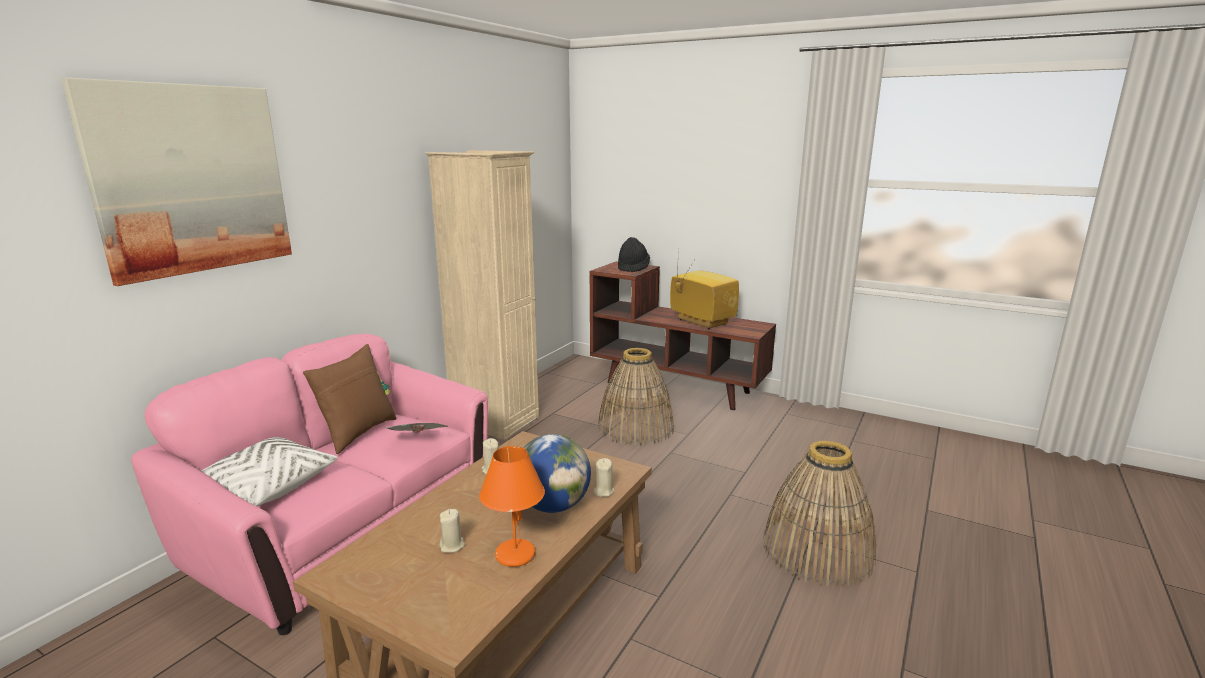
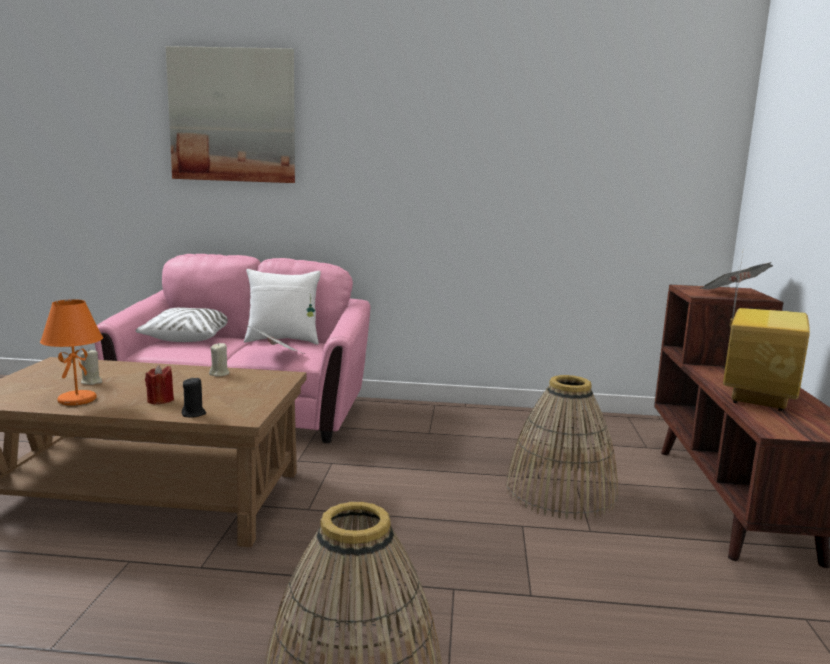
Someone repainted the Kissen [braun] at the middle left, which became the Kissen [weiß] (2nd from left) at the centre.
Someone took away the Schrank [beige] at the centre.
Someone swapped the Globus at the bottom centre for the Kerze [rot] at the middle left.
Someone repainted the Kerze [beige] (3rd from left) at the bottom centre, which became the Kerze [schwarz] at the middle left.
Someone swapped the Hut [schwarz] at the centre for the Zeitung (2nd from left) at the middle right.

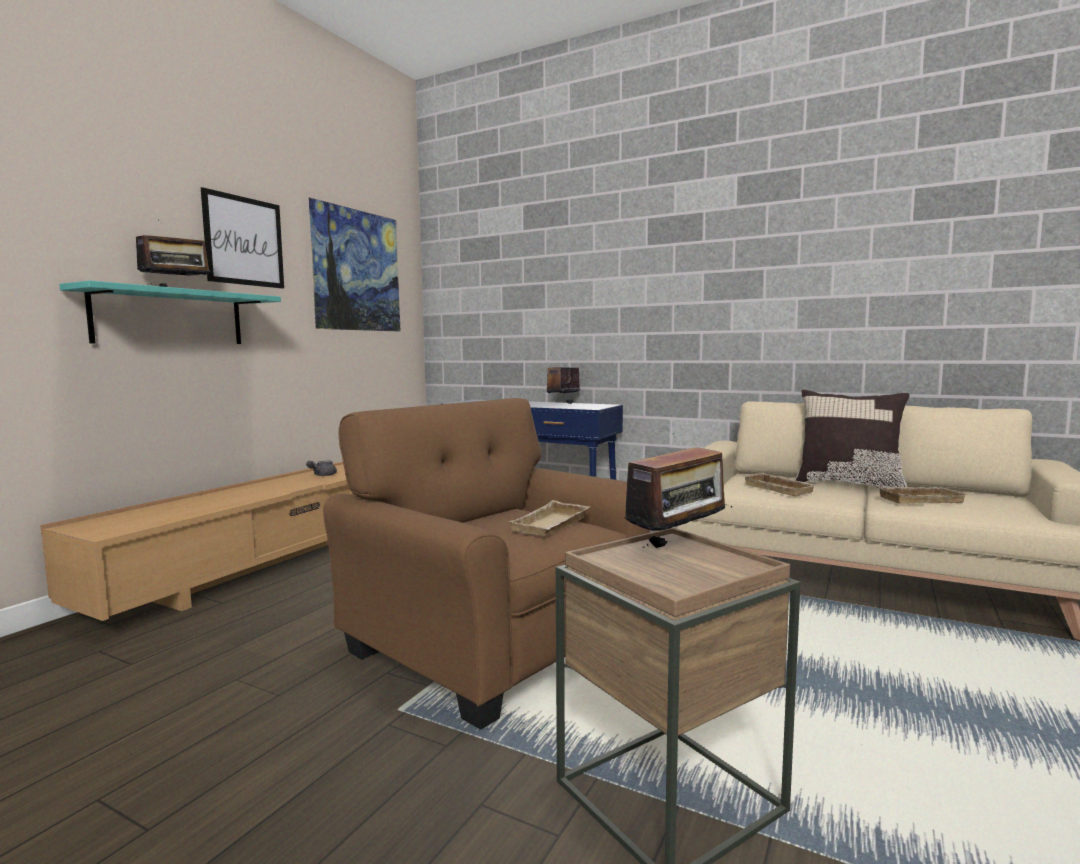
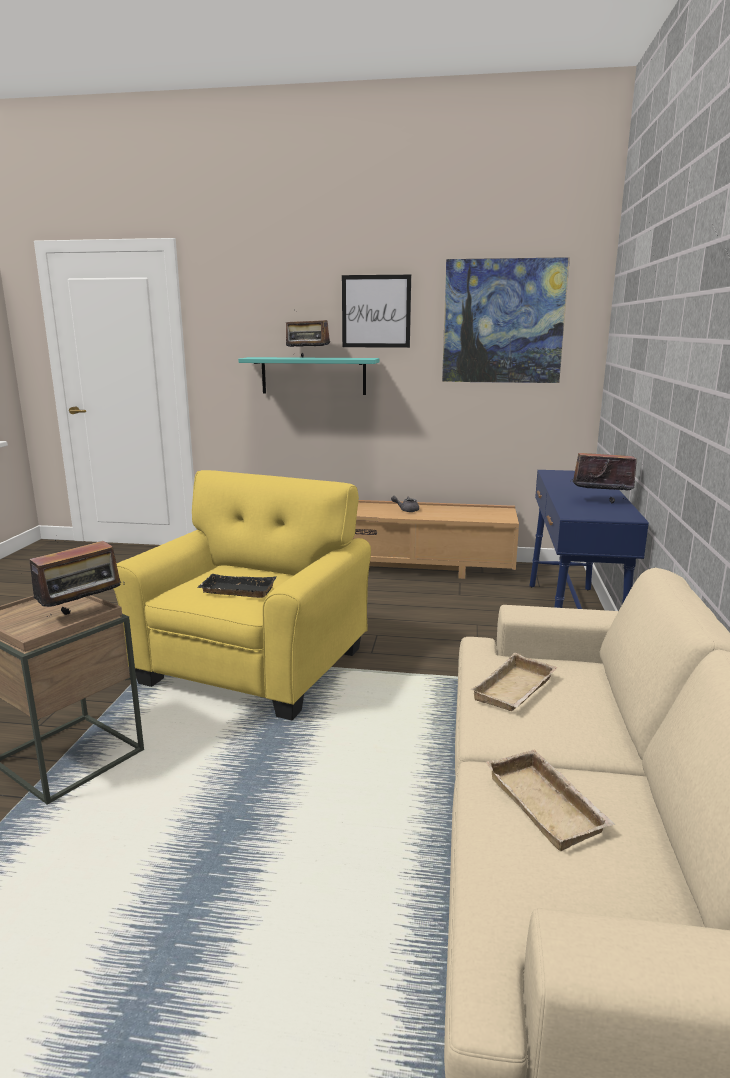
Someone repainted the Sessel [braun] at the centre, which became the Sessel [gelb] at the middle left.
Someone repainted the Tablett [beige] (1st from left) at the centre, which became the Tablett [schwarz] at the middle left.
Someone rotated the Radio (3rd from left in the first image) at the centre by 75 degrees counterclockwise.
Someone took away the Kissen at the middle right.

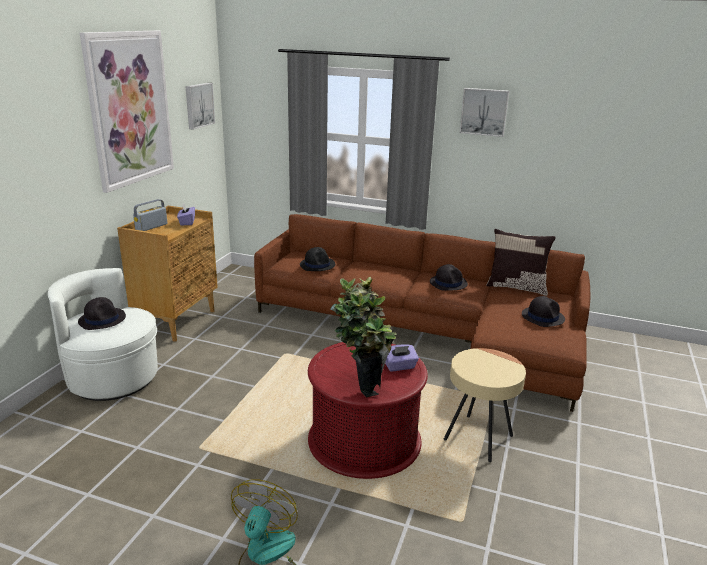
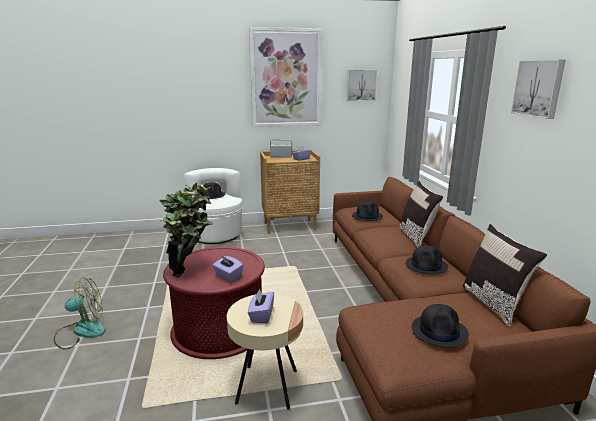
Someone put down the Taschentuchbox [lila] (2nd from left) at the bottom centre.
Someone put down the Kissen (1st from left) at the middle right.

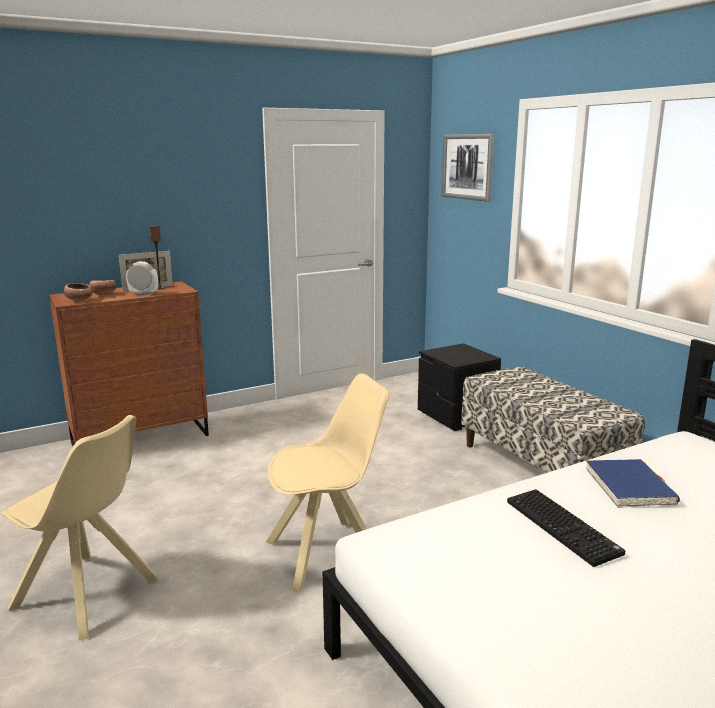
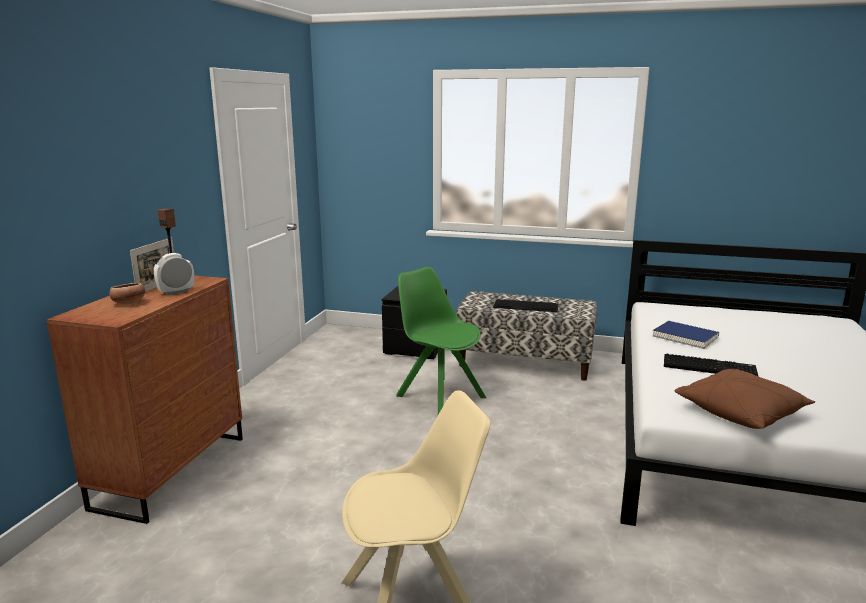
Someone took away the Schüssel (1st from left) at the middle left.
Someone took away the Stuhl [beige] (2nd from left) at the bottom centre.
Someone took away the Bild at the top centre.
Someone put down the Stuhl [grün] at the centre.
Someone put down the Tastatur (1st from left) at the centre.
Someone put down the Kissen [braun] at the middle right.

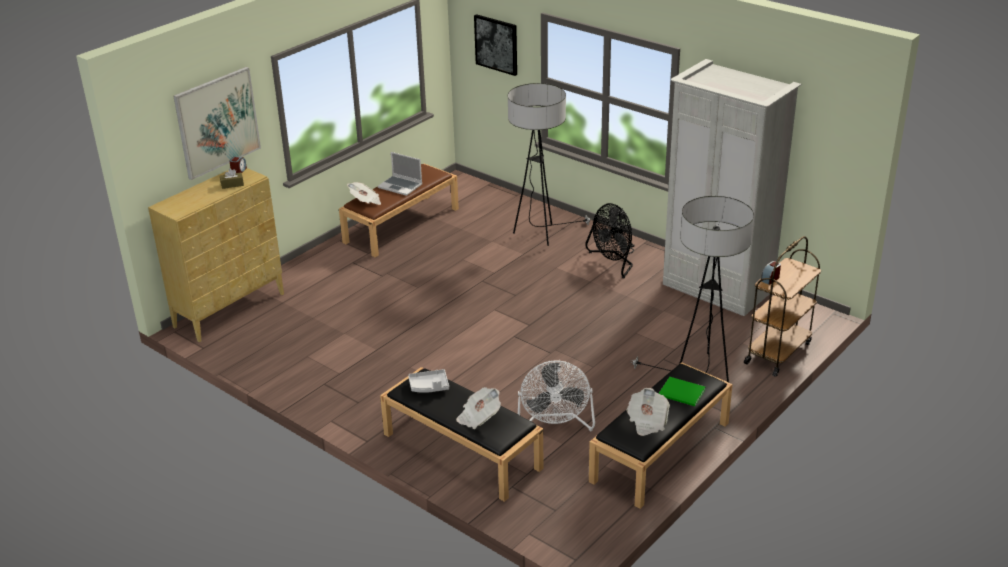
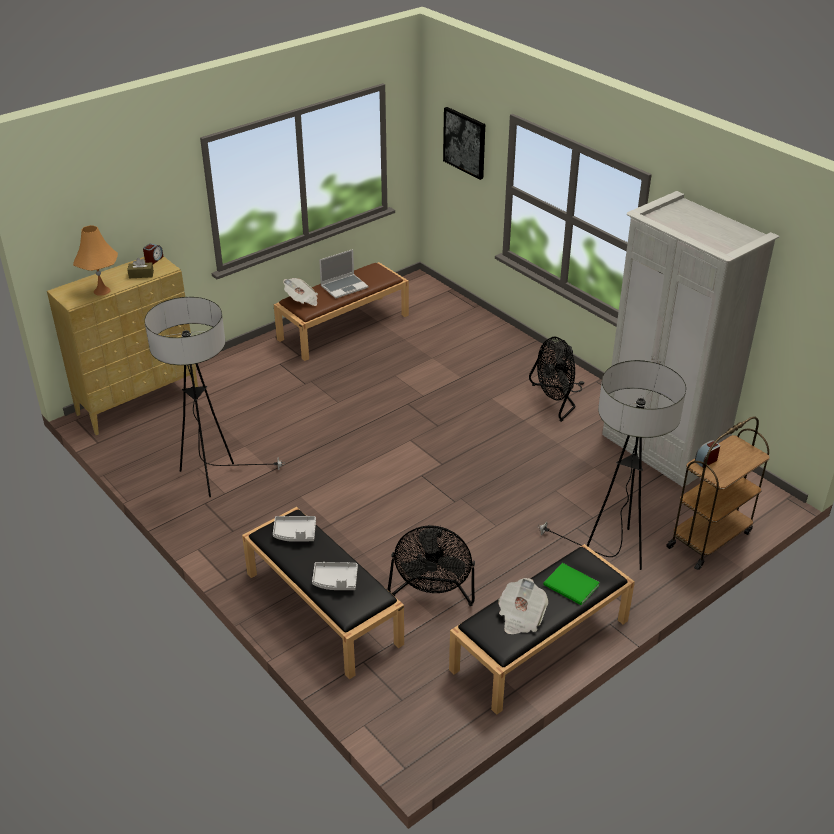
Someone took away the Bild (1st from left) at the top left.
Someone rotated the Laptop at the top centre by 75 degrees counterclockwise.
Someone swapped the Zeitung (2nd from left) at the bottom centre for the Tablett [grau] (2nd from left) at the bottom centre.
Someone carried the Stehlampe (1st from left) from the top centre to the middle left.
Someone repainted the Ventilator [weiß] at the bottom centre, which became the Ventilator [schwarz] (1st from left) at the bottom centre.
Someone put down the Tischlampe [orange] at the top left.

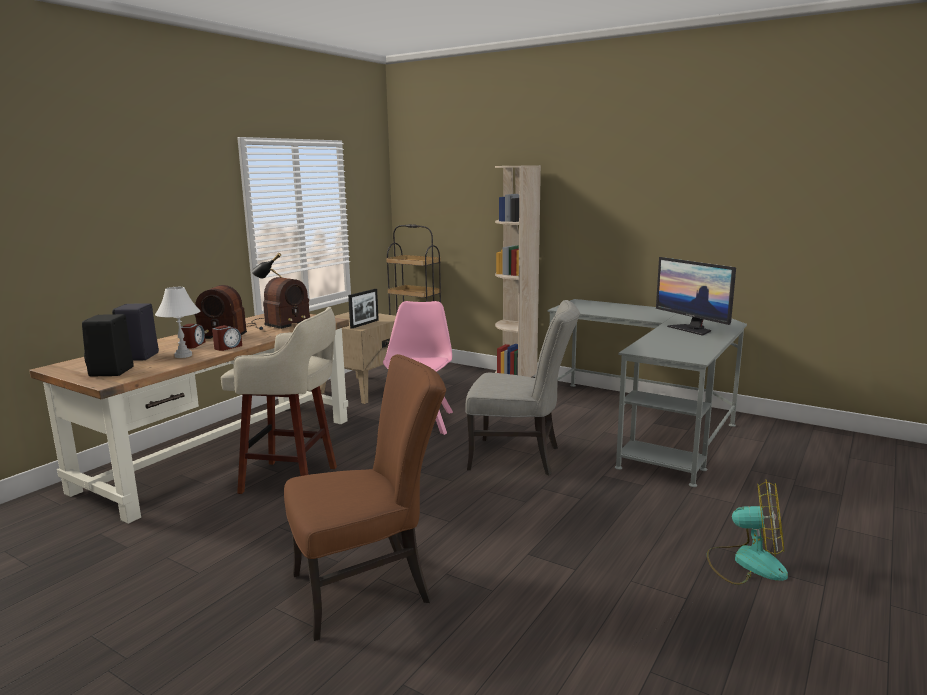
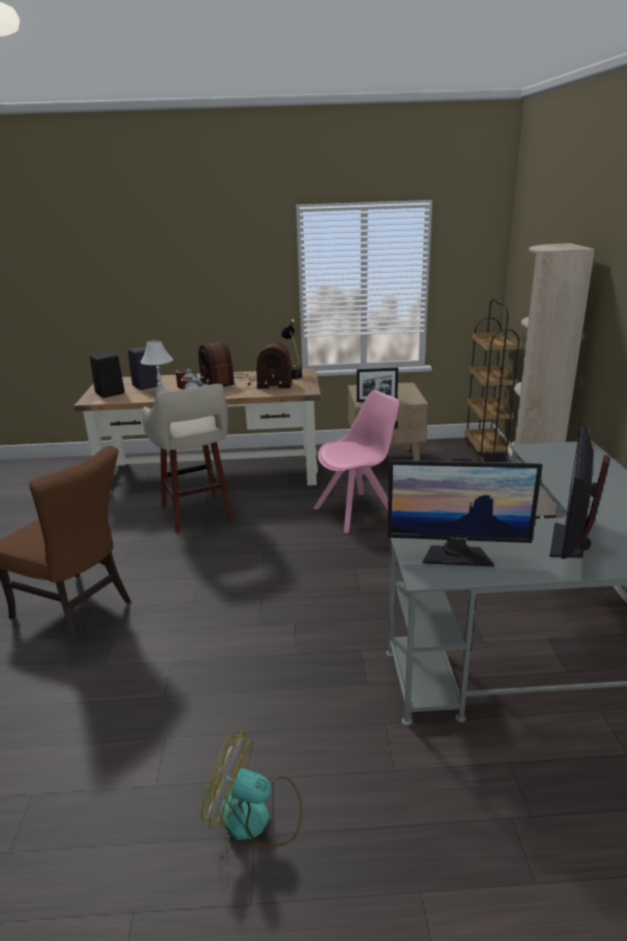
Someone took away the Stuhl [grau] at the centre.
Someone rotated the Ventilator at the bottom right by 120 degrees clockwise.
Someone put down the Monitor (1st from left) at the middle right.

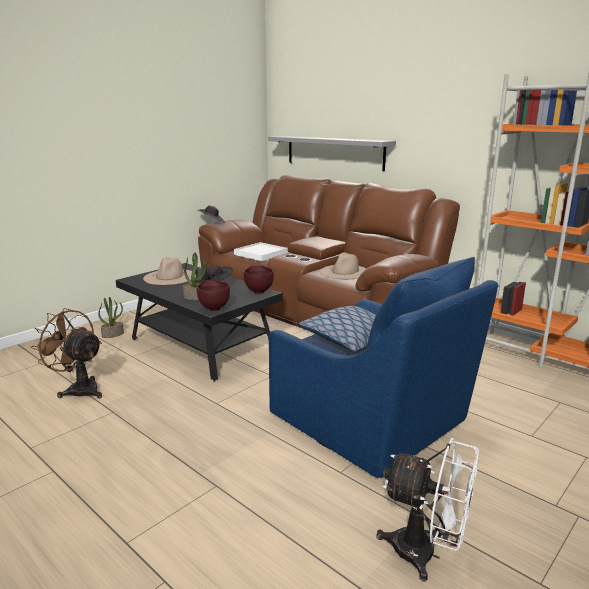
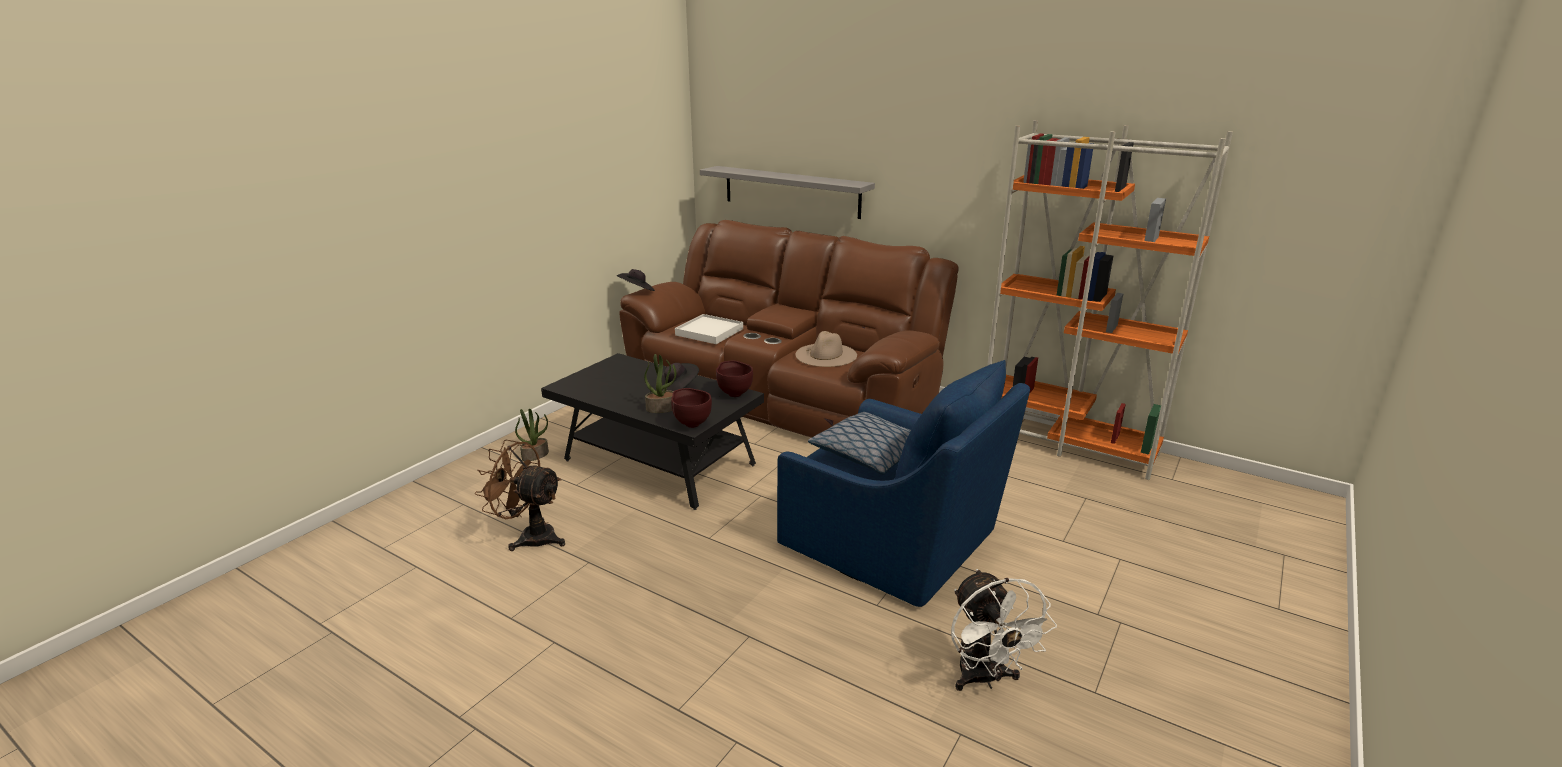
Someone took away the Hut [beige] (1st from left) at the middle left.
Someone rotated the Ventilator [weiß] at the bottom right by 60 degrees clockwise.

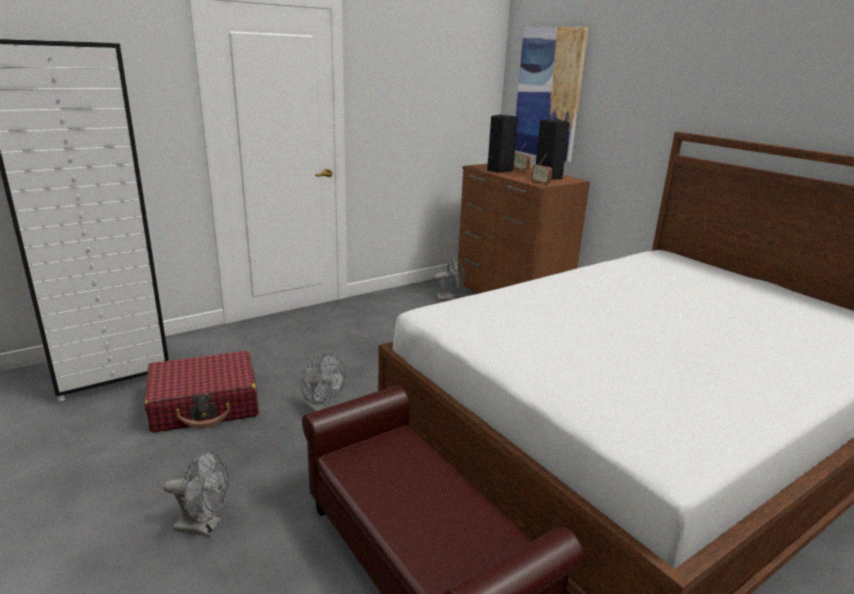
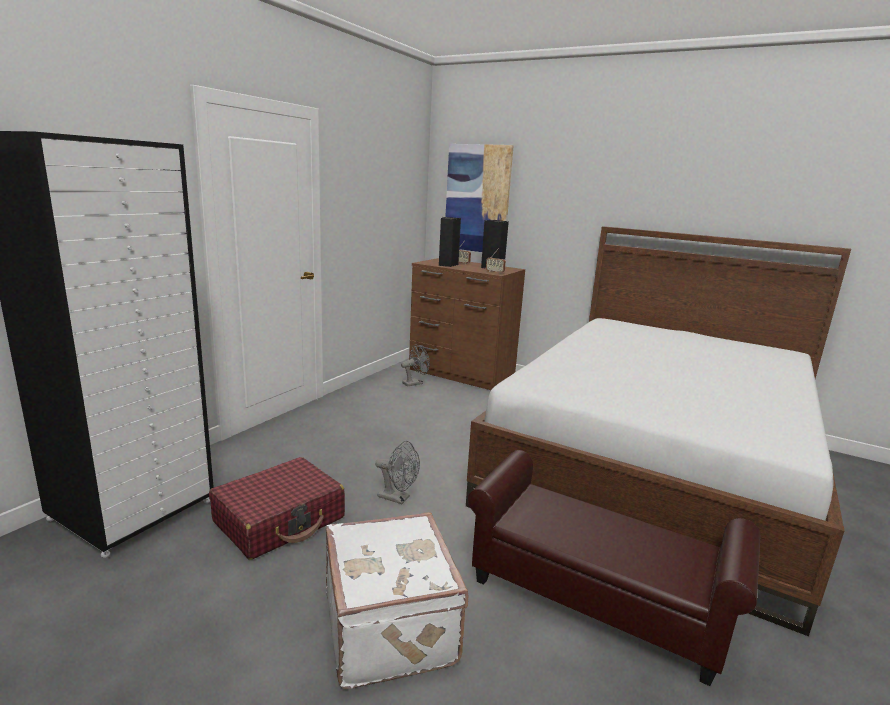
Someone swapped the Ventilator [grau] (1st from left) at the bottom left for the Koffer [weiß] at the bottom centre.

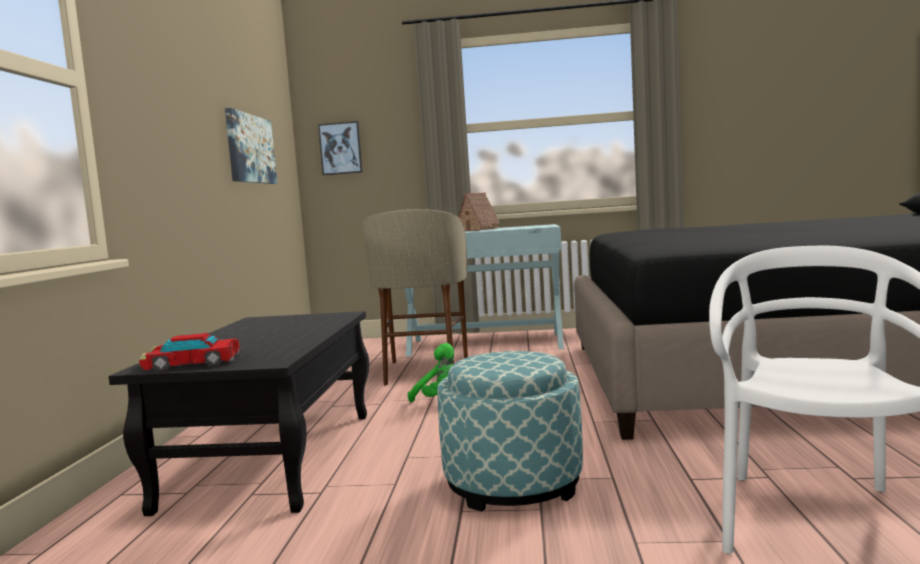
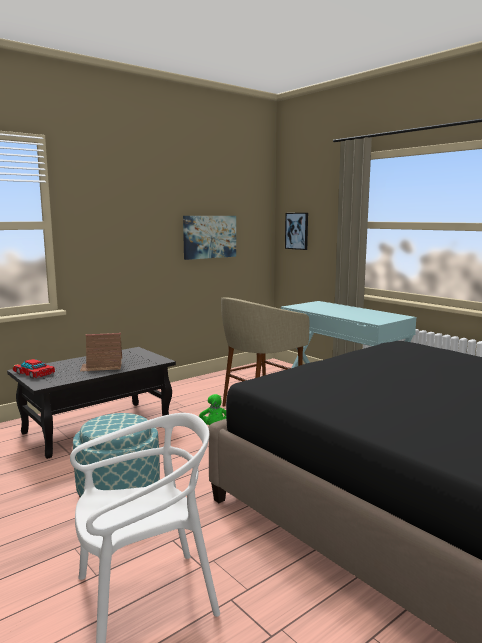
Someone carried the Spielzeughaus from the centre to the middle left.

